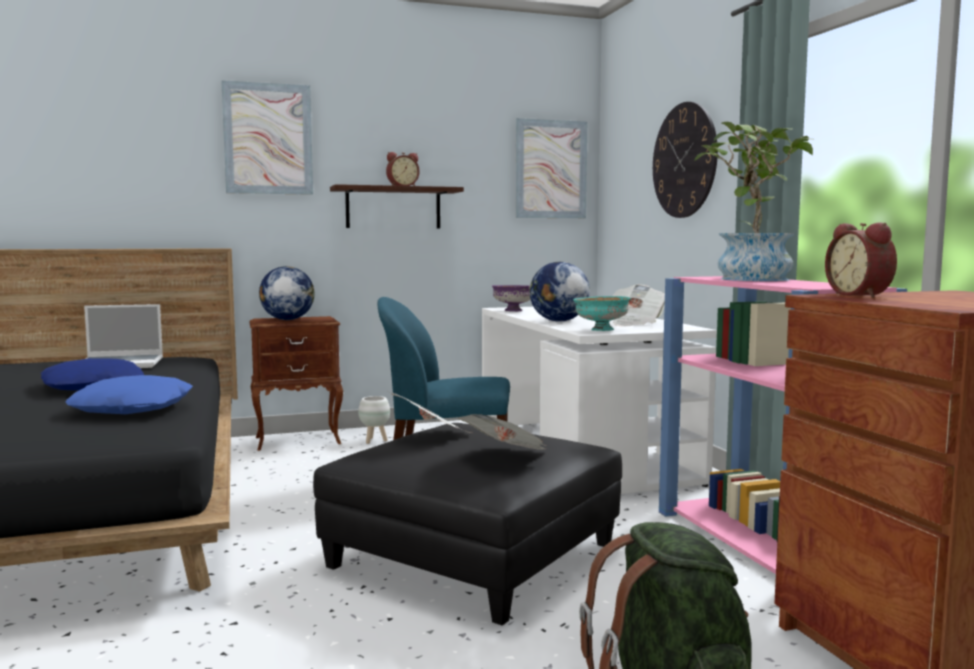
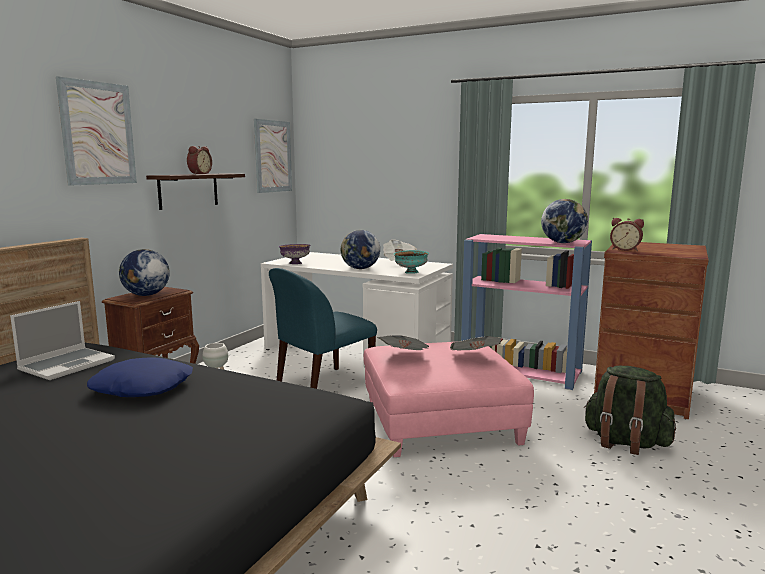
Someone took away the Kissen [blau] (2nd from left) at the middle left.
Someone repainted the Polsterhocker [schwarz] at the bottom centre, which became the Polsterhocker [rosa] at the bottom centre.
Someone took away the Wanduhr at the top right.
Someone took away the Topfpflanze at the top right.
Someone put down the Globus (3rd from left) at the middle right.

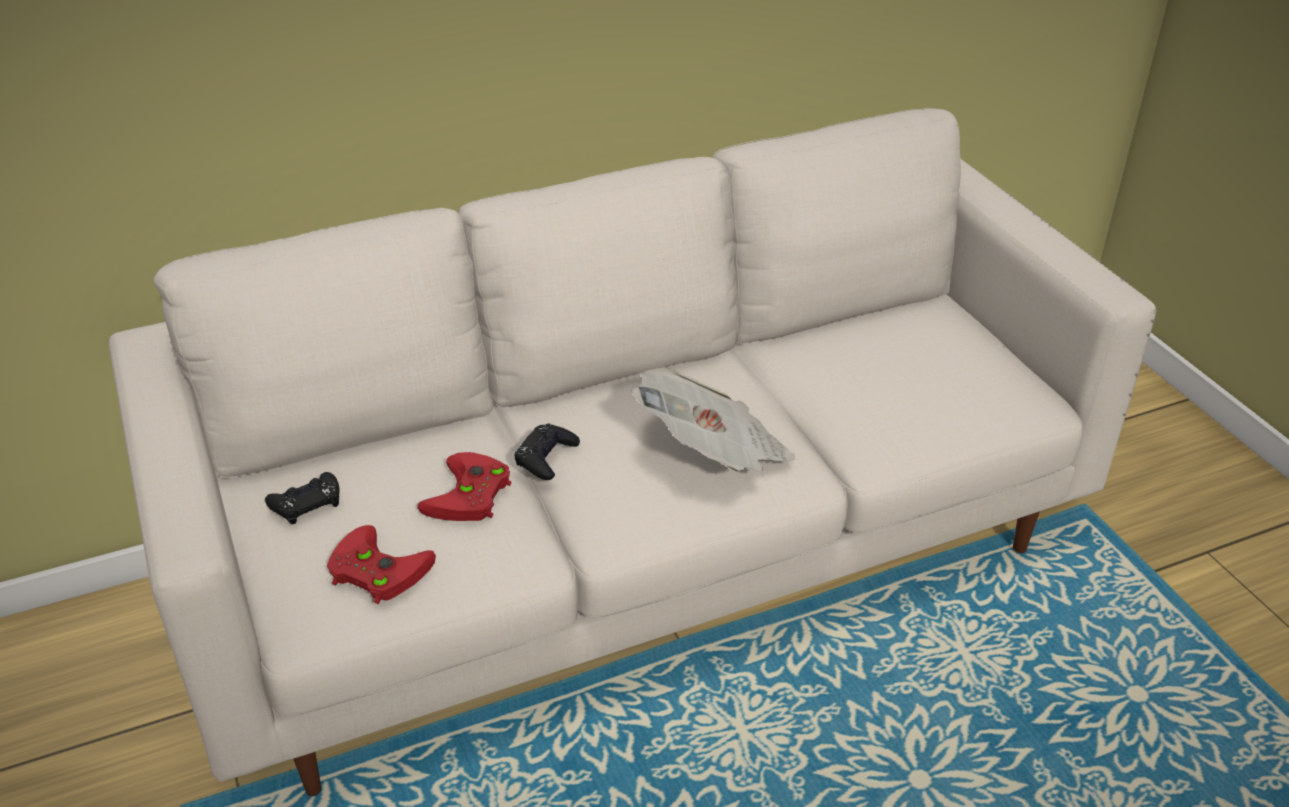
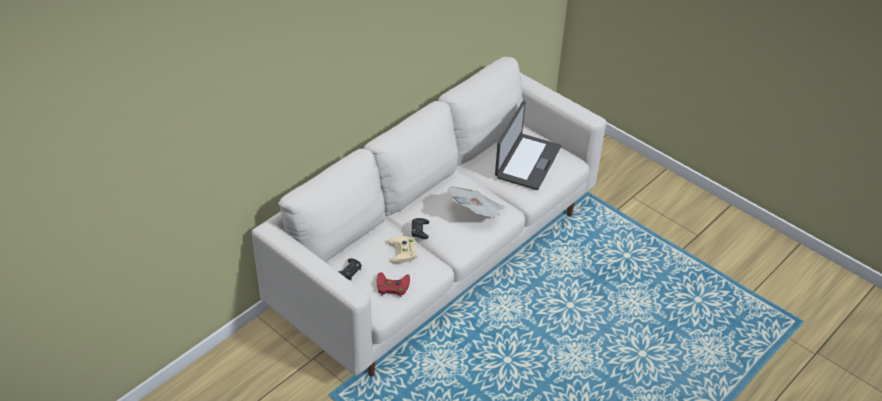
Someone repainted the Gamepad [rot] (2nd from left) at the centre, which became the Gamepad [beige] at the centre.
Someone put down the Laptop at the centre.

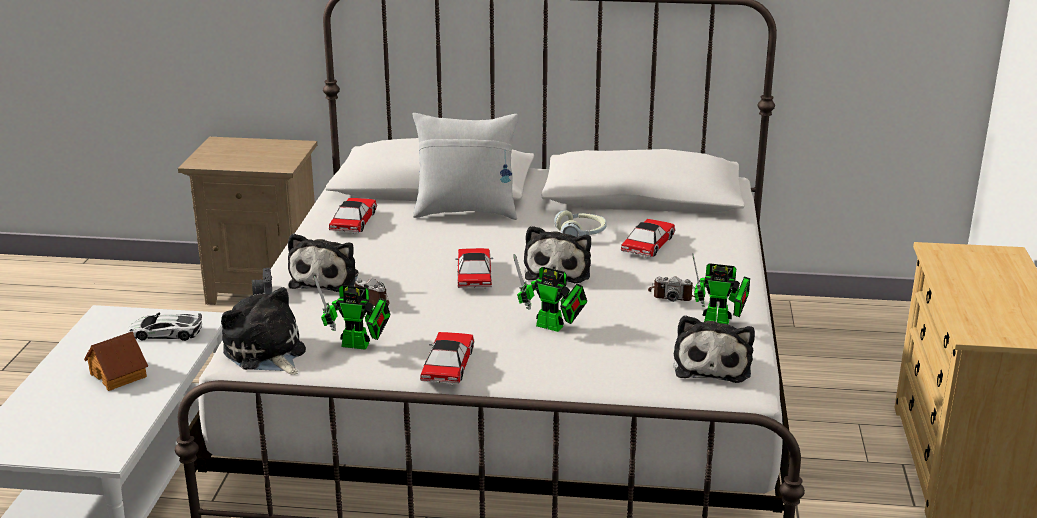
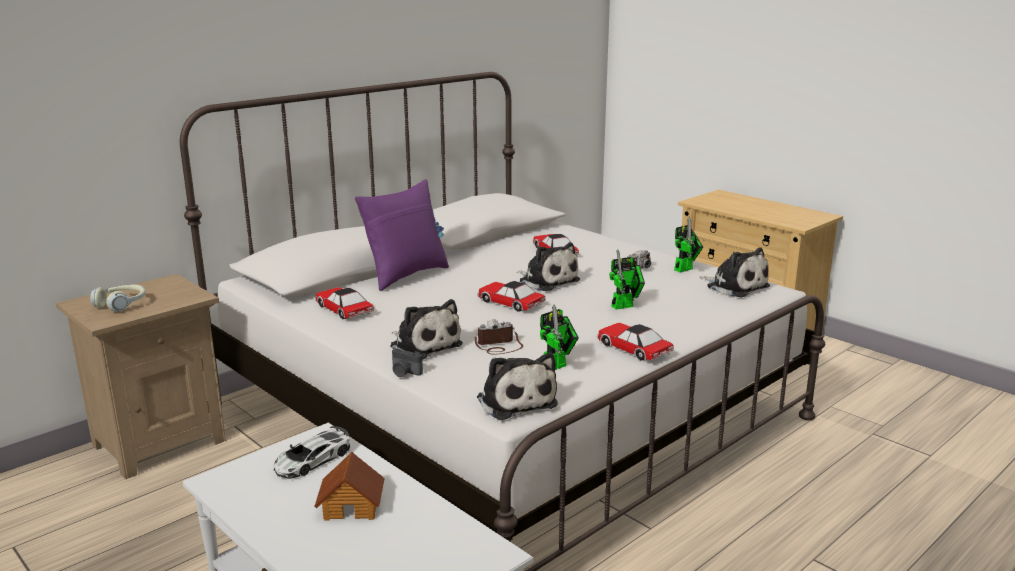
Someone rotated the Plüschtier (1st from left in the first image) at the middle left by 120 degrees counterclockwise.
Someone repainted the Kissen [grau] at the top centre, which became the Kissen [lila] at the centre.
Someone carried the Kopfhörer from the centre to the middle left.

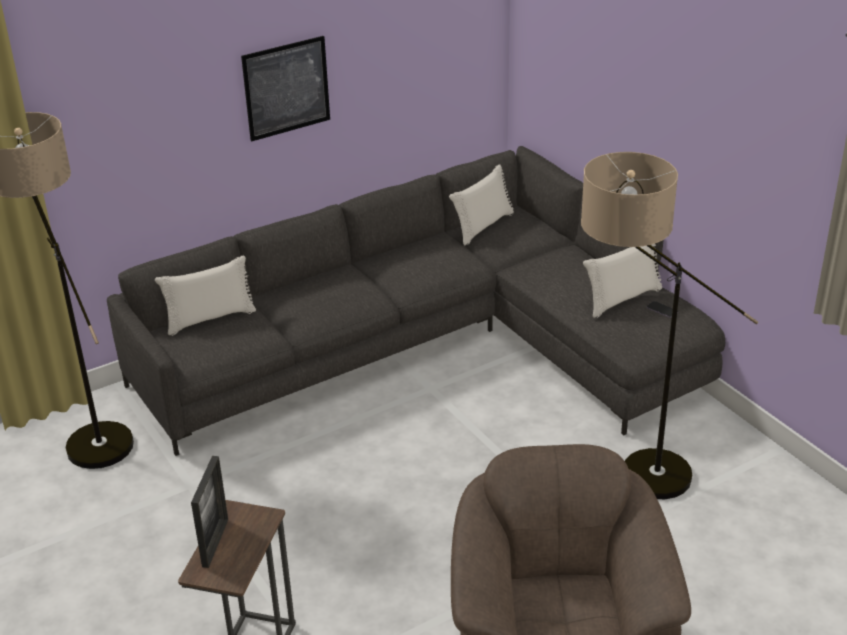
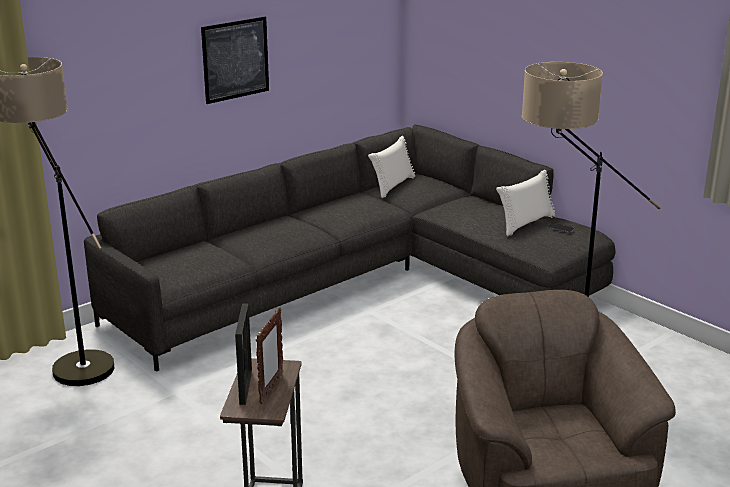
Someone took away the Kissen [weiß] (1st from left) at the middle left.
Someone put down the Bilderrahmen (2nd from left) at the bottom centre.

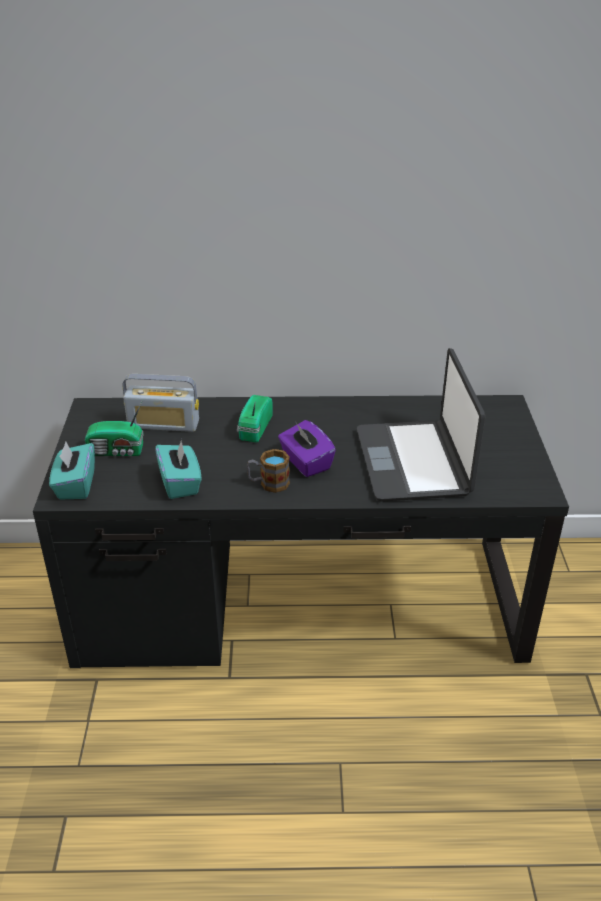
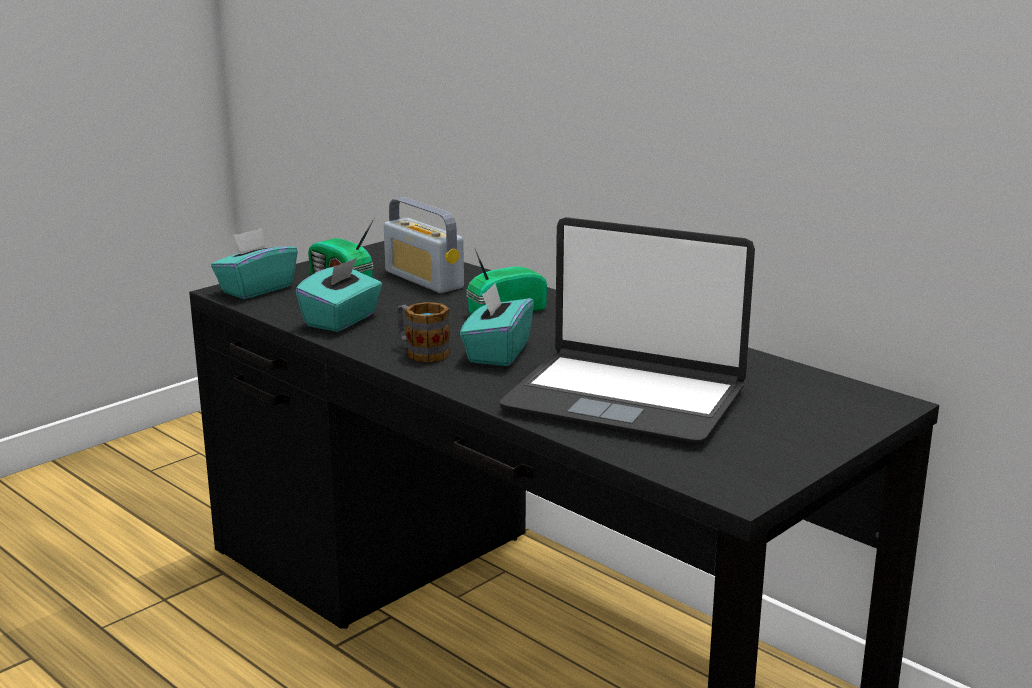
Someone repainted the Taschentuchbox [lila] at the centre, which became the Taschentuchbox [türkis] (3rd from left) at the centre.
Someone rotated the Laptop at the middle right by 105 degrees counterclockwise.

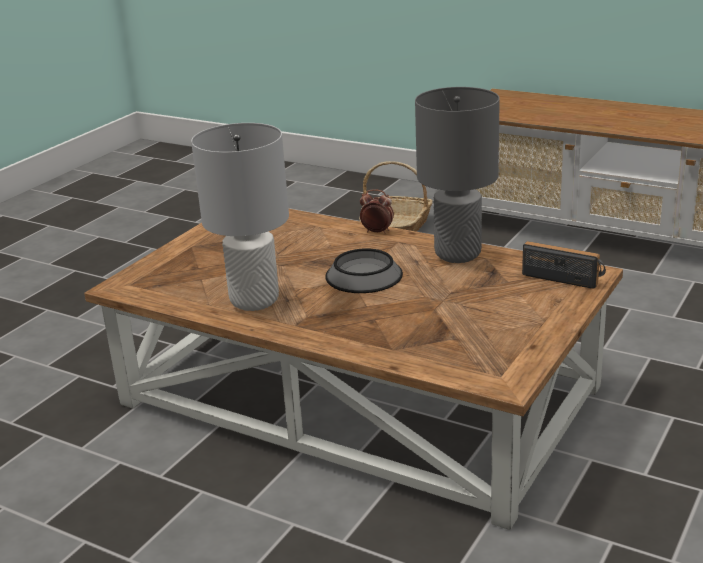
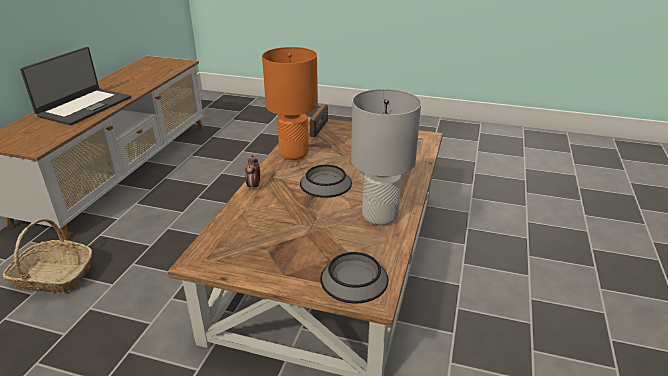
Someone repainted the Tischlampe [grau] (2nd from left) at the top centre, which became the Tischlampe [orange] at the top centre.
Someone put down the Laptop at the top left.
Someone put down the Schüssel (2nd from left) at the bottom centre.

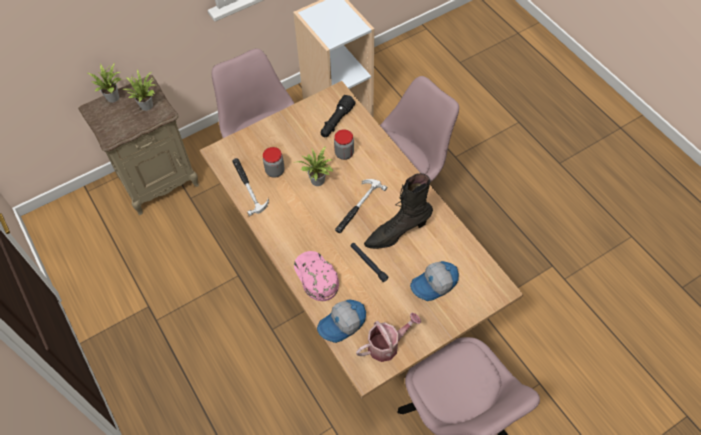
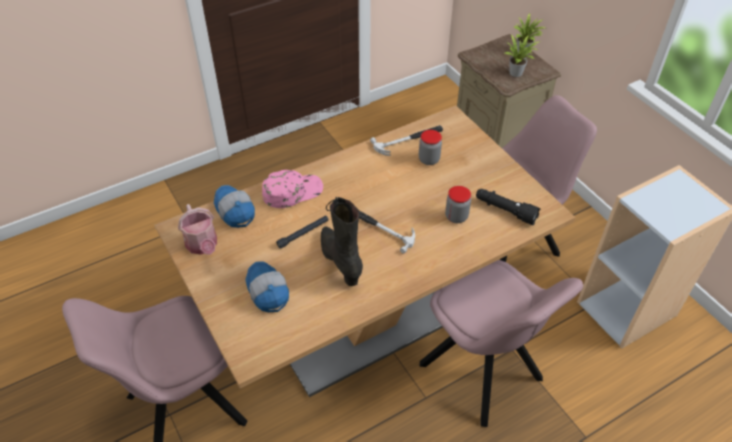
Someone took away the Topfpflanze (3rd from left) at the centre.

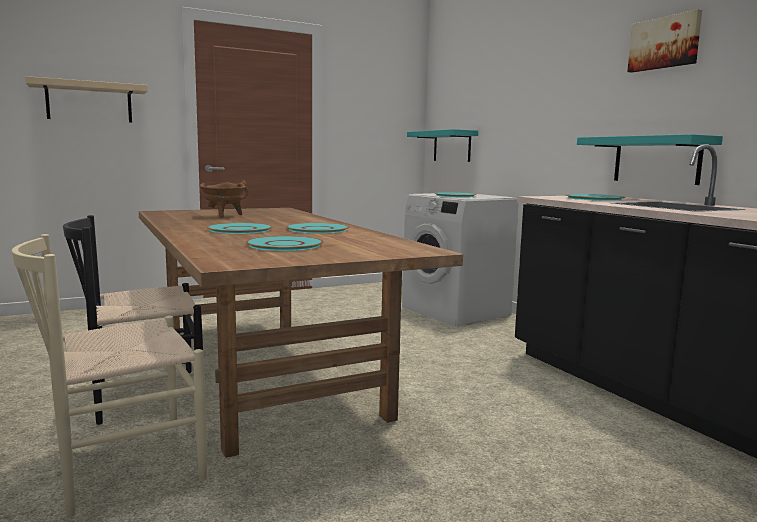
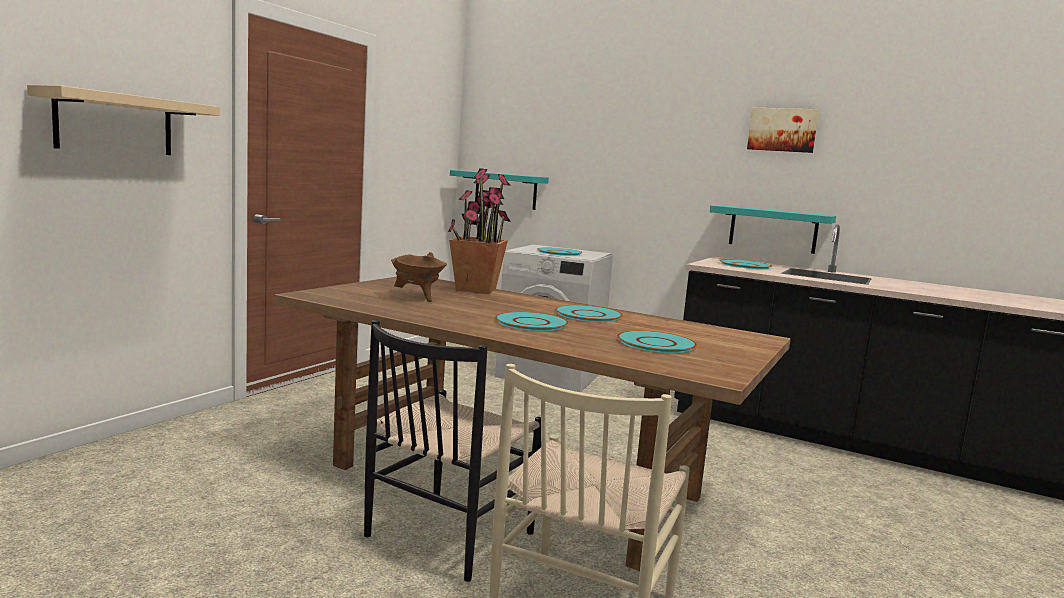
Someone put down the Topfpflanze at the centre.

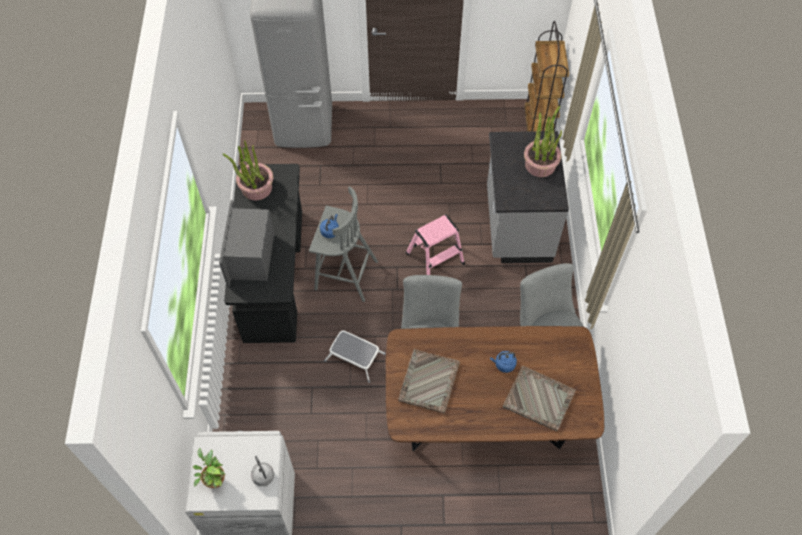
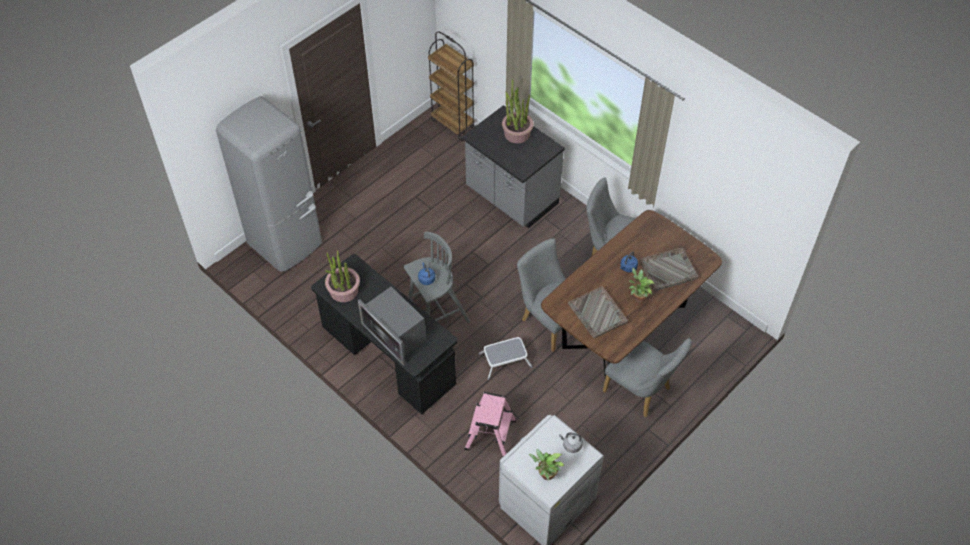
Someone carried the Trittleiter [rosa] from the centre to the bottom centre.
Someone put down the Stuhl [grau] (3rd from left) at the bottom right.
Someone put down the Topfpflanze (4th from left) at the centre.

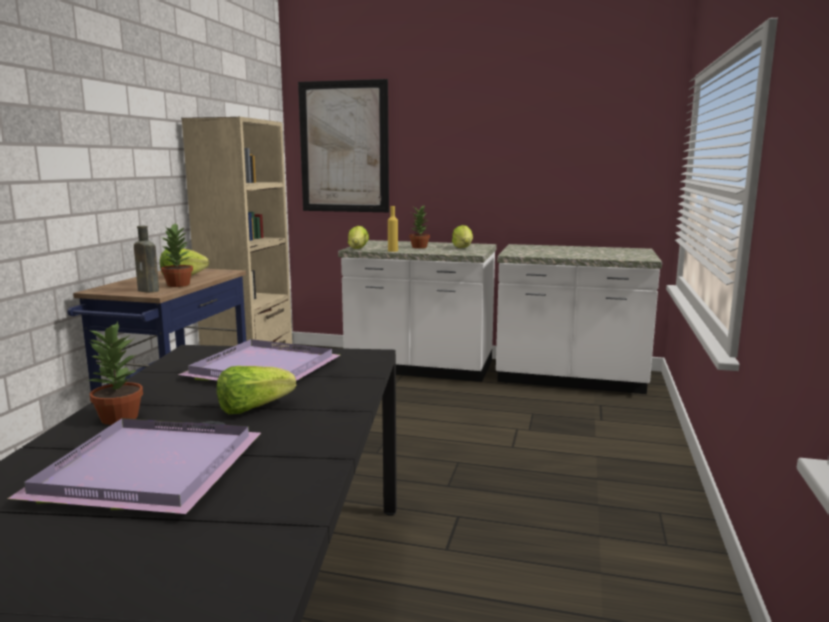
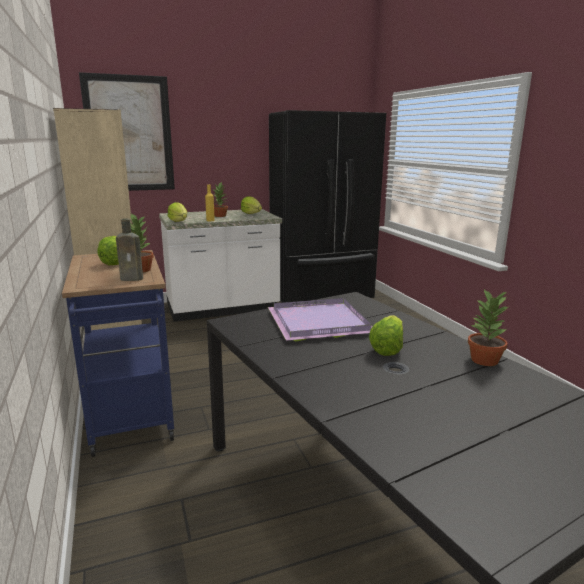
Someone took away the Tablett [lila] (1st from left) at the bottom left.
Someone carried the Topfpflanze (1st from left in the first image) from the middle left to the middle right.
Someone swapped the Küchenzeile [weiß] (2nd from left) at the middle right for the Kühlschrank [schwarz] at the centre.

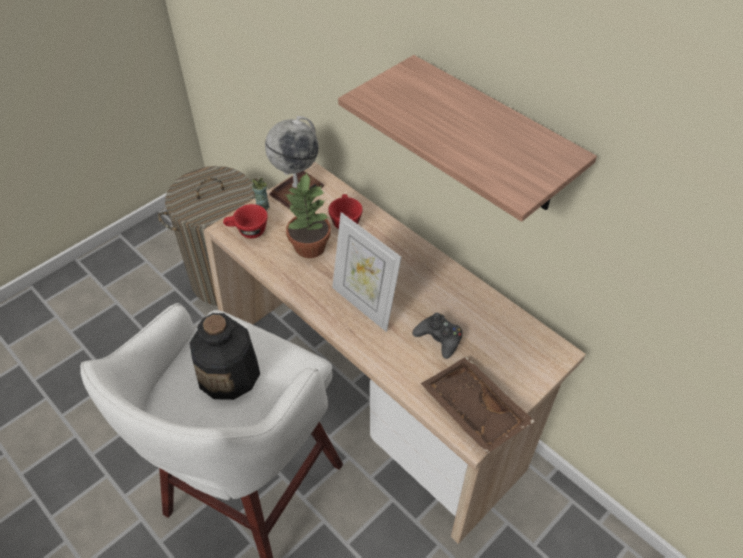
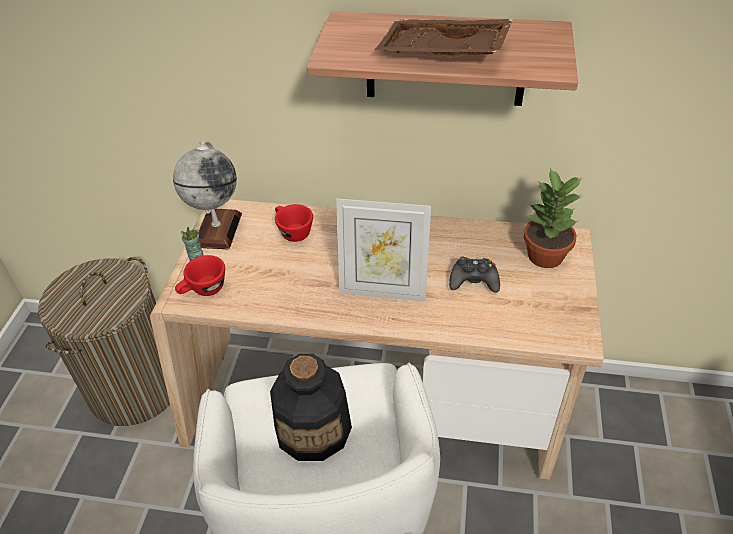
Someone carried the Topfpflanze from the centre to the middle right.
Someone carried the Tablett [braun] from the bottom centre to the top centre.

